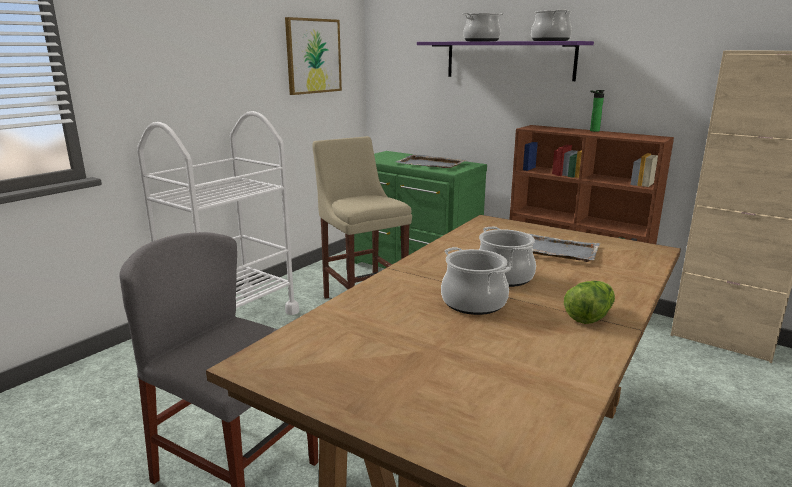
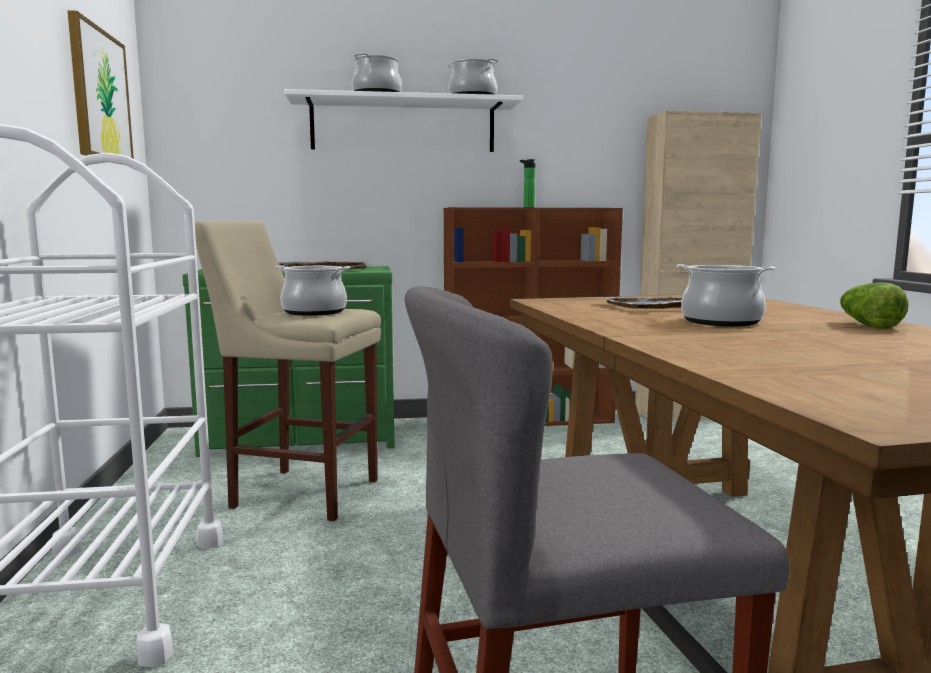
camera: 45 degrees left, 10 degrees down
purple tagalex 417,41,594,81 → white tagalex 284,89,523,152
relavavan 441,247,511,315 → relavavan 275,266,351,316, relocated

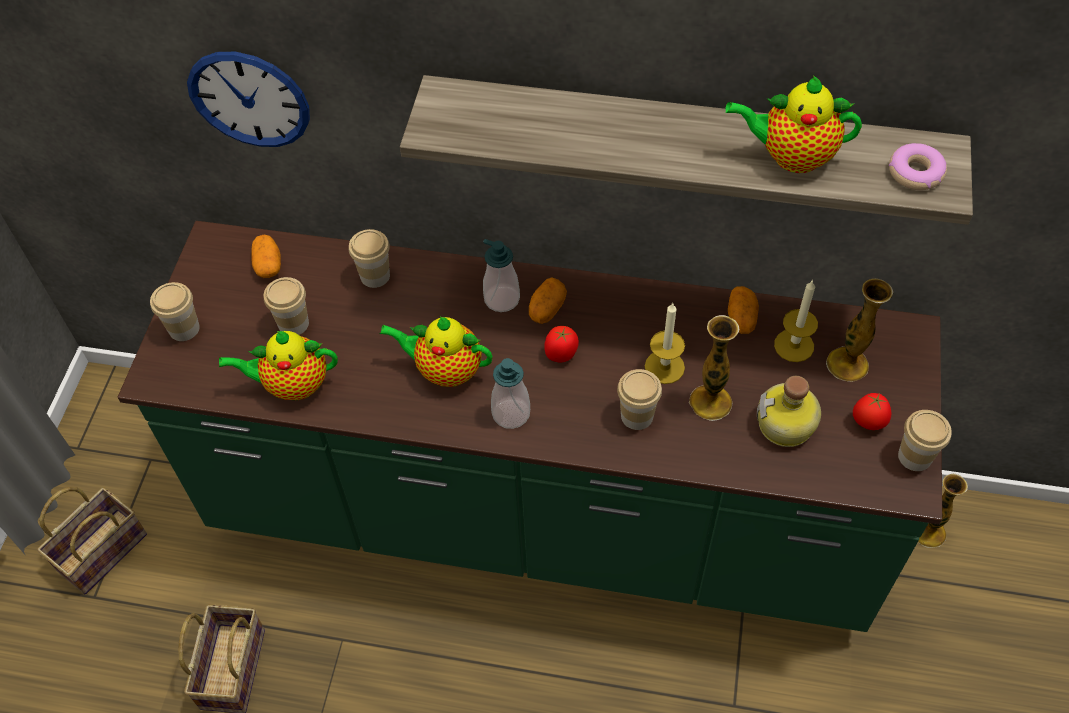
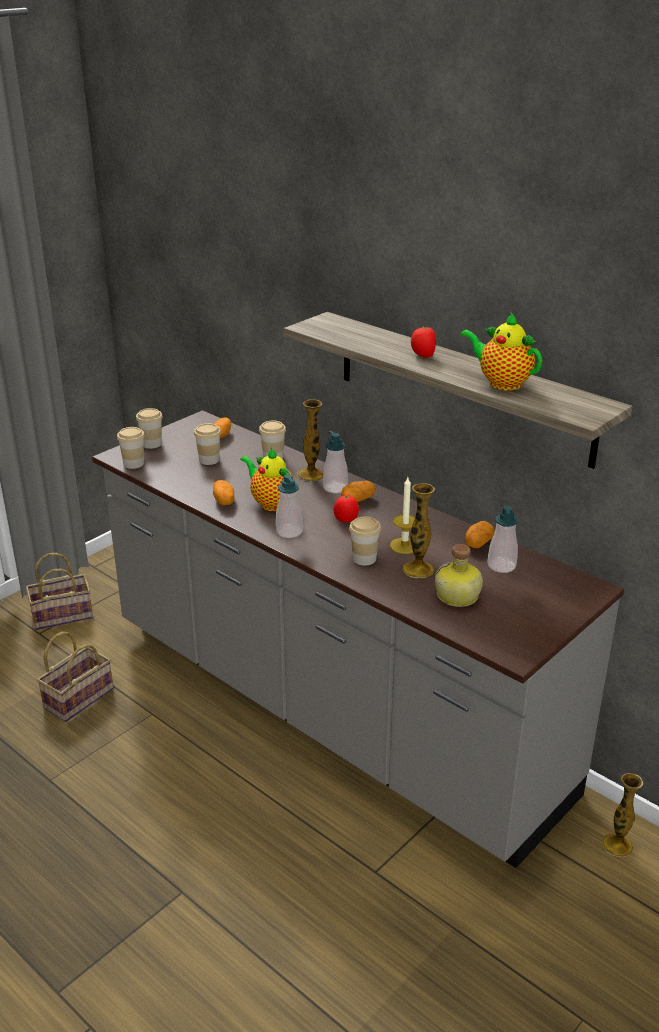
camera: 30 degrees right, 25 degrees down
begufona 187,52,310,147 → -
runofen 889,143,947,190 → -
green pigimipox 118,221,942,632 → grey pigimipox 92,410,624,868
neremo 826,278,893,382 → neremo 297,399,323,481, relocated
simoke 774,280,818,362 → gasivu 488,506,518,573
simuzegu 219,331,338,400 → -
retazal 853,393,891,430 → retazal 411,327,436,358, relocated
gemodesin 898,410,952,471 → gemodesin 117,427,145,469, relocated
- → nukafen 213,480,234,505

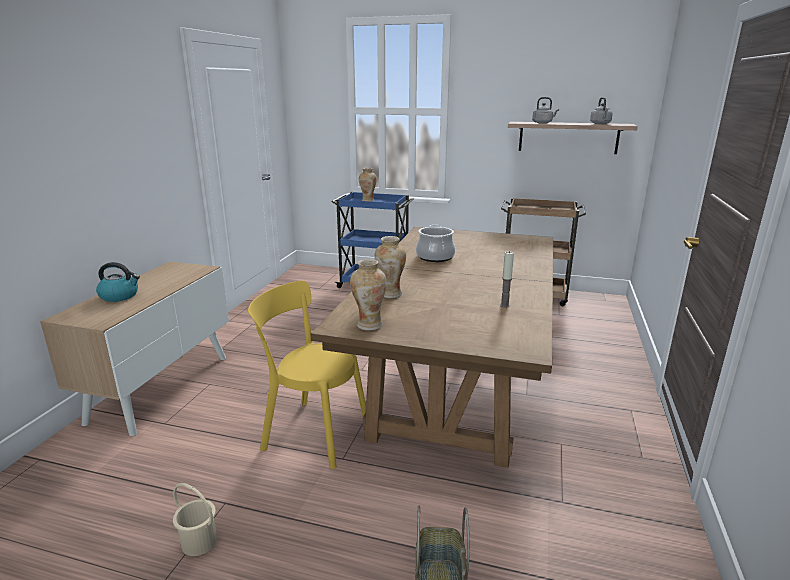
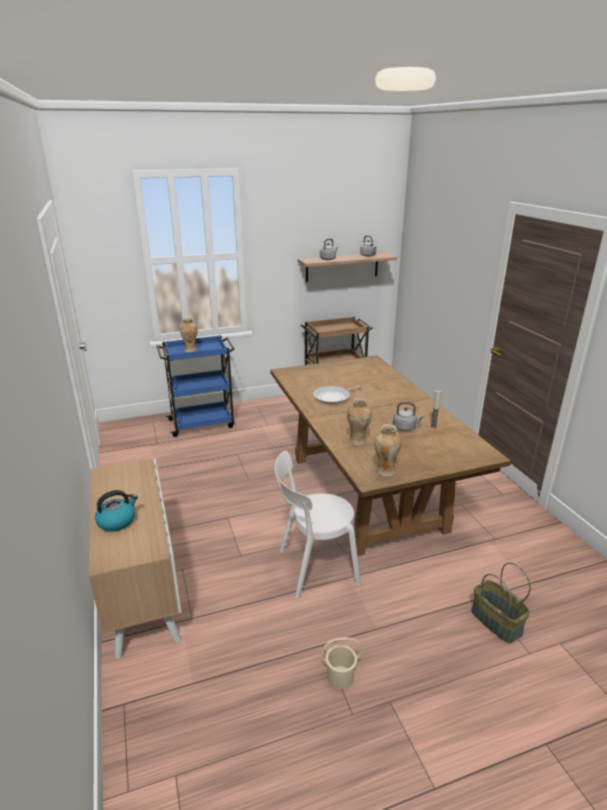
camera: 35 degrees left, 5 degrees up
relavavan 416,225,455,262 → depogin 313,385,362,404
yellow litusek 248,281,366,469 → white litusek 275,451,361,599
- → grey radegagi 393,402,425,431

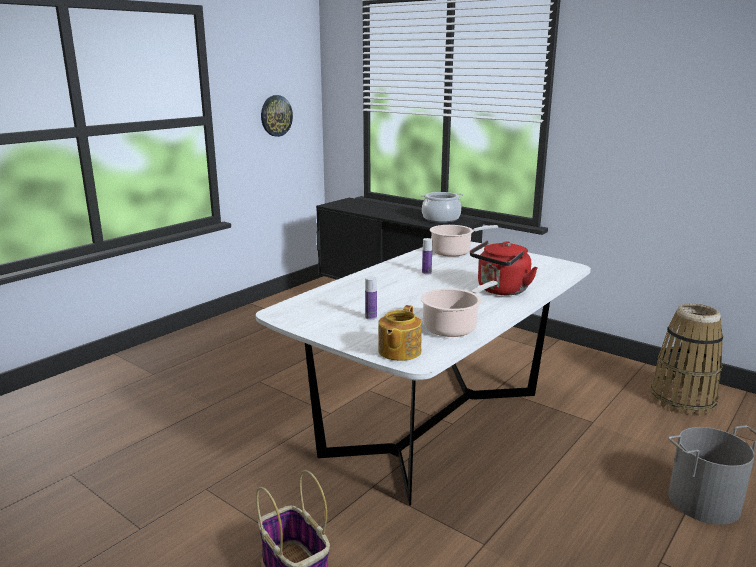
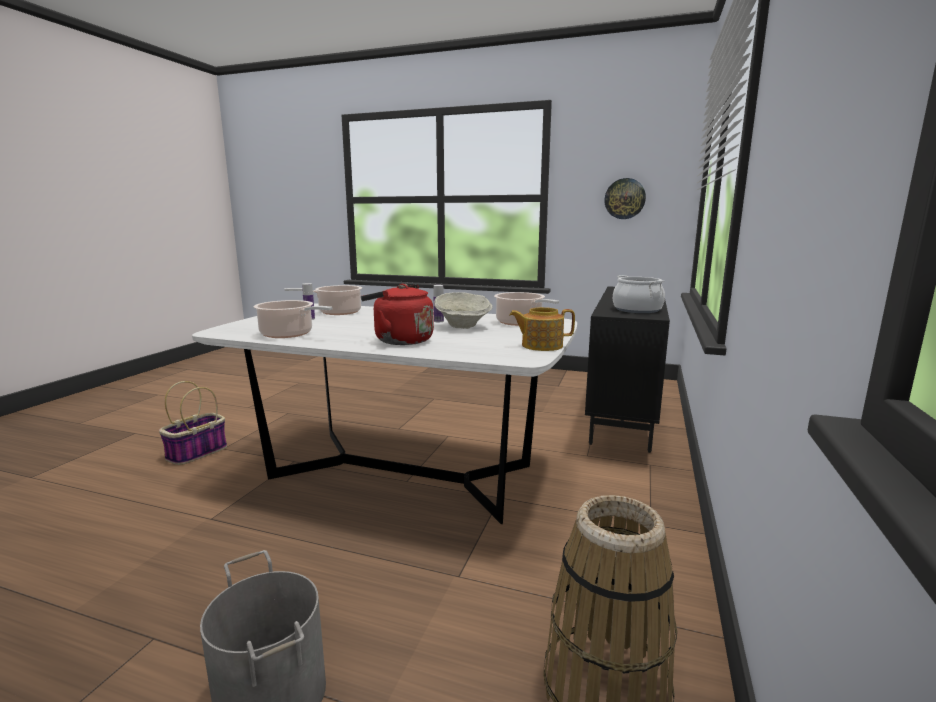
camera: 70 degrees right, 5 degrees down
simuzegu 378,305,422,361 → simuzegu 509,307,575,351, relocated
- → relavavan 284,285,362,315
- → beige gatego 434,292,493,329

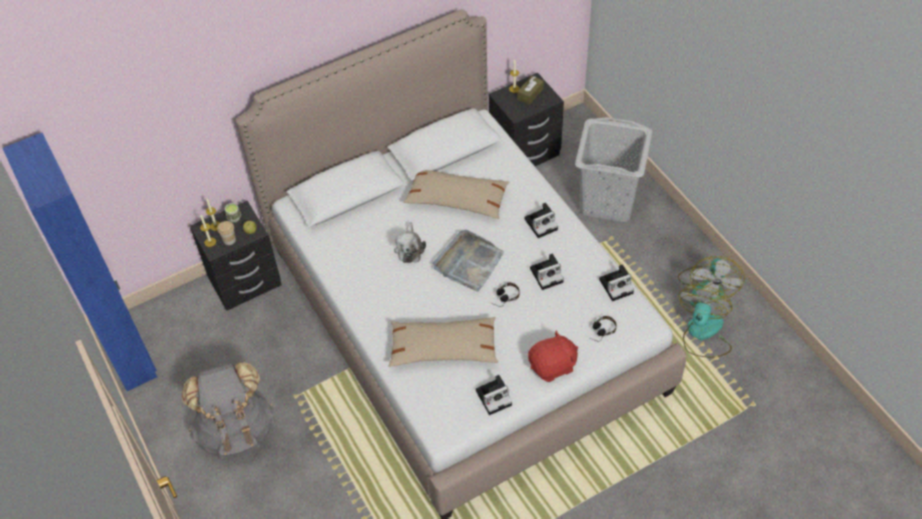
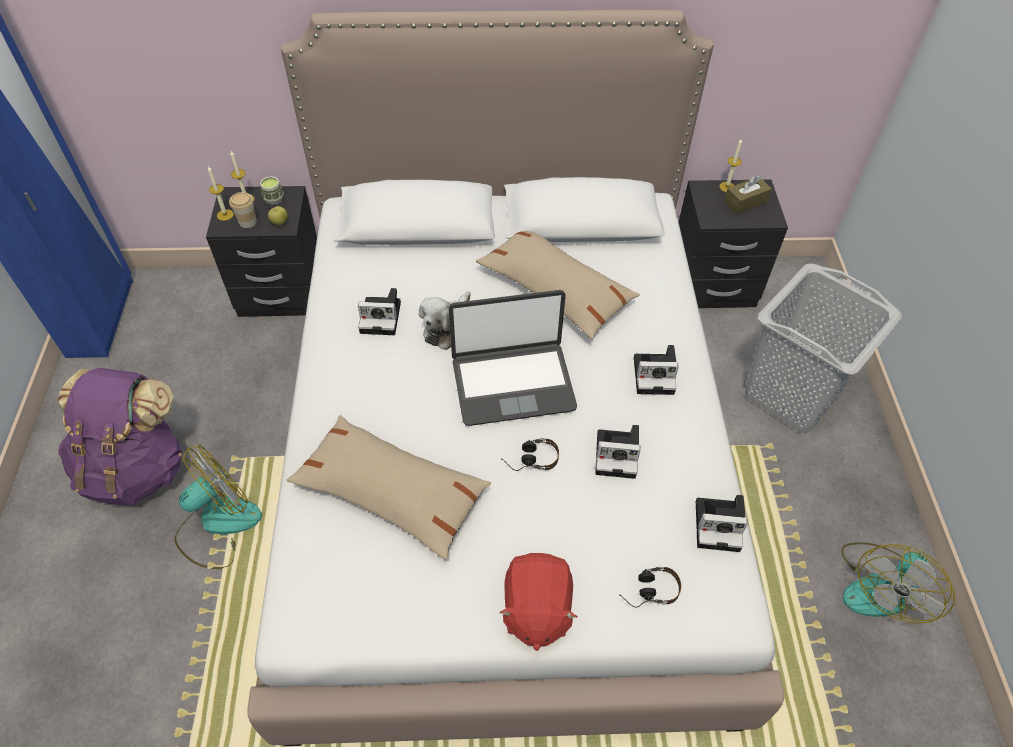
camera: 25 degrees right, 0 degrees up
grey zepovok 433,230,504,292 → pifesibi 449,290,577,426
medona 679,285,732,358 → medona 175,445,262,569, relocated
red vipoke 528,330,578,382 → red vipoke 499,553,577,651, 90 degrees clockwise
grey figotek 182,362,274,460 → purple figotek 56,368,183,506
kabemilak 476,375,512,415 → kabemilak 358,288,401,335, relocated

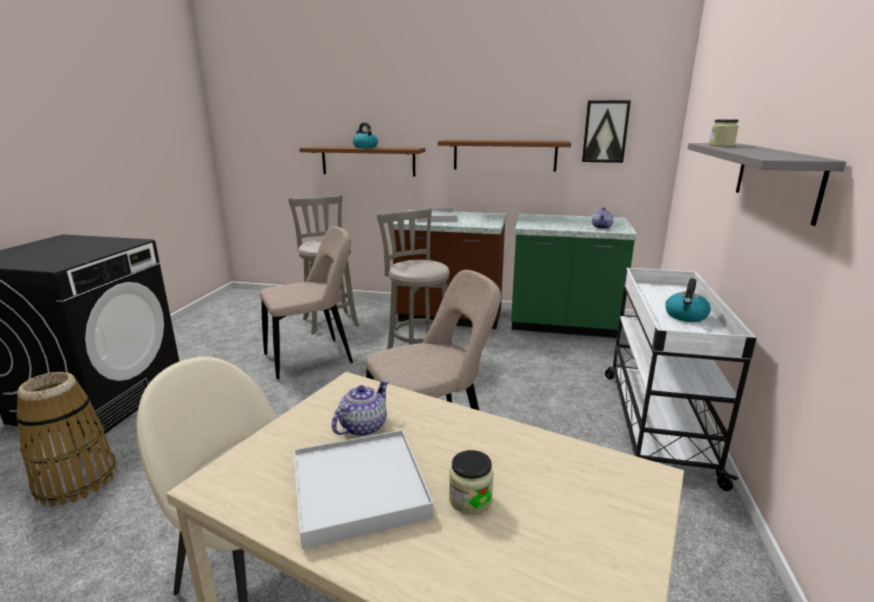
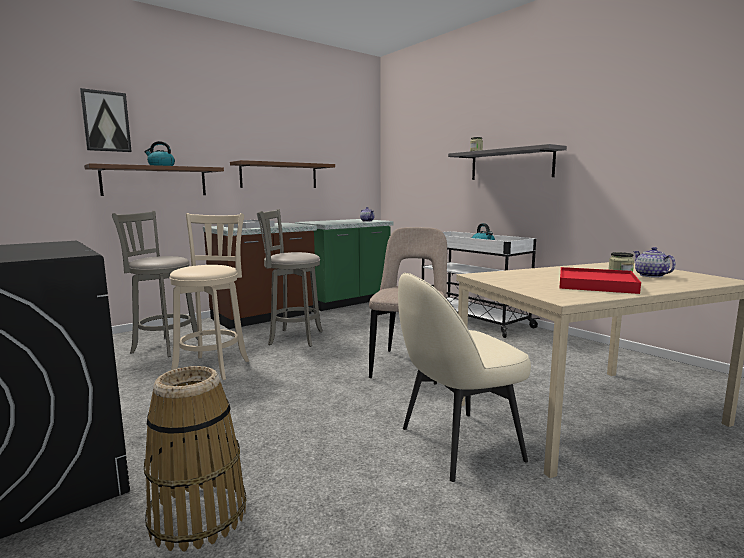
camera: 50 degrees left, 10 degrees down
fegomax 582,100,631,163 → fegomax 80,88,132,152, relocated
beige litusek 260,226,353,379 → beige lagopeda 169,213,249,380
simuzegu 332,380,389,436 → simuzegu 633,247,676,278, relocated
white zepovok 294,430,434,550 → red zepovok 559,267,641,294

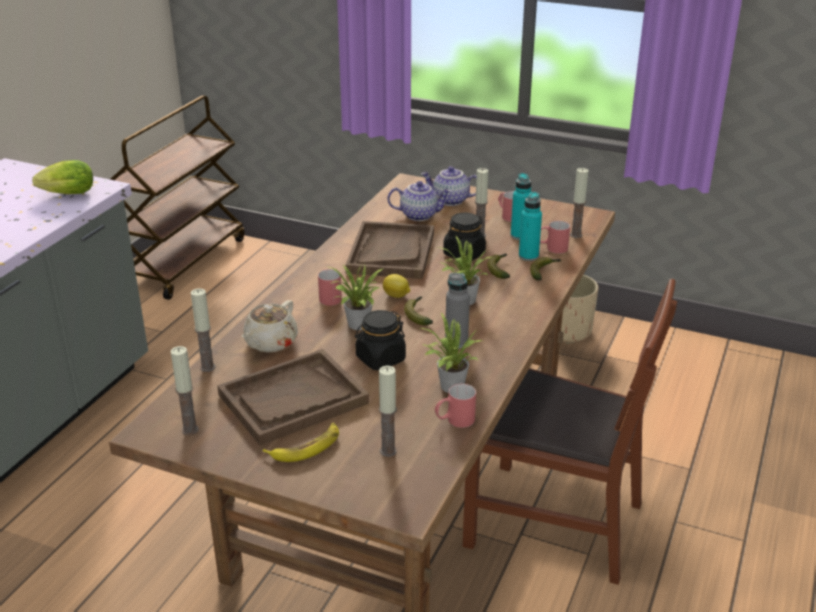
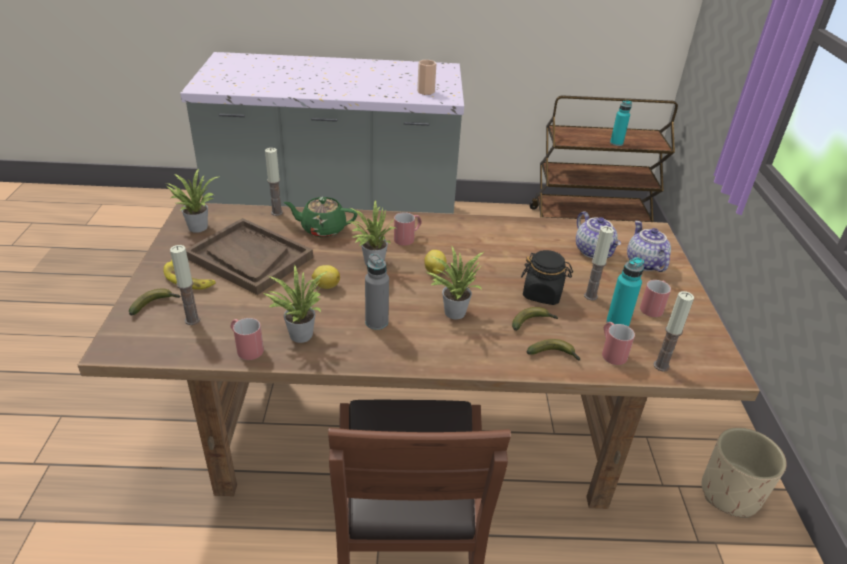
camera: 65 degrees right, 5 degrees up
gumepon 32,160,93,194 → gemodesin 417,60,436,95
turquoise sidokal 519,192,542,261 → turquoise sidokal 610,101,632,146, relocated
brown zepovok 345,221,434,279 → -
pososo 404,297,433,325 → pososo 129,289,181,316, relocated
beige simuzegu 242,300,298,352 → green simuzegu 284,197,357,237
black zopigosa 355,310,406,370 → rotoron 312,265,340,289
simoke 171,346,199,435 → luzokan 166,169,220,233

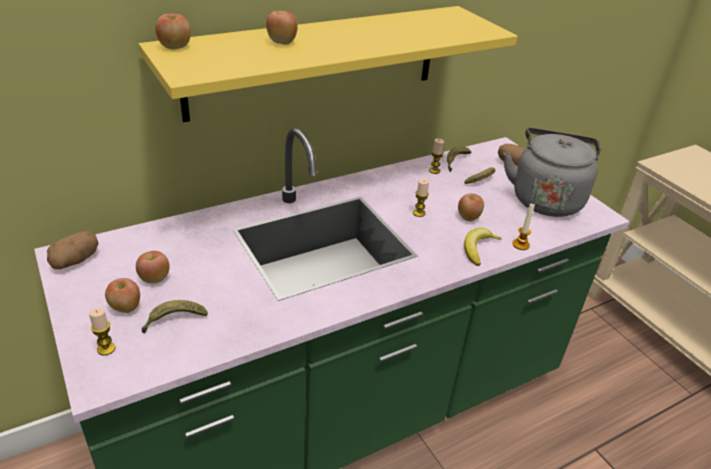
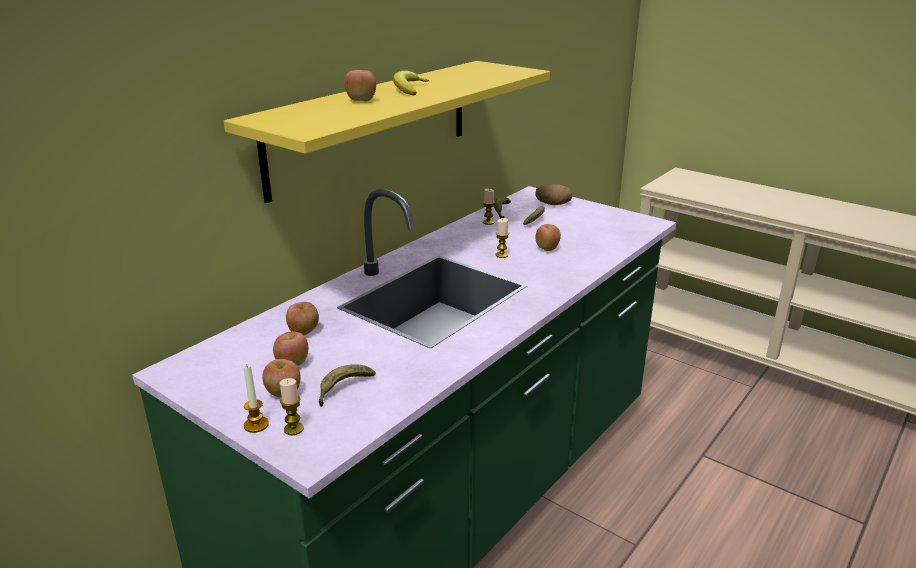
camera: 20 degrees left, 10 degrees down
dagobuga 155,14,191,50 → dagobuga 286,302,319,335, relocated
grey radegagi 504,128,601,217 → -
simoke 512,203,535,250 → simoke 244,365,269,433, relocated
pososo 464,228,502,266 → pososo 393,71,429,96, relocated
nukafen 47,231,98,269 → -

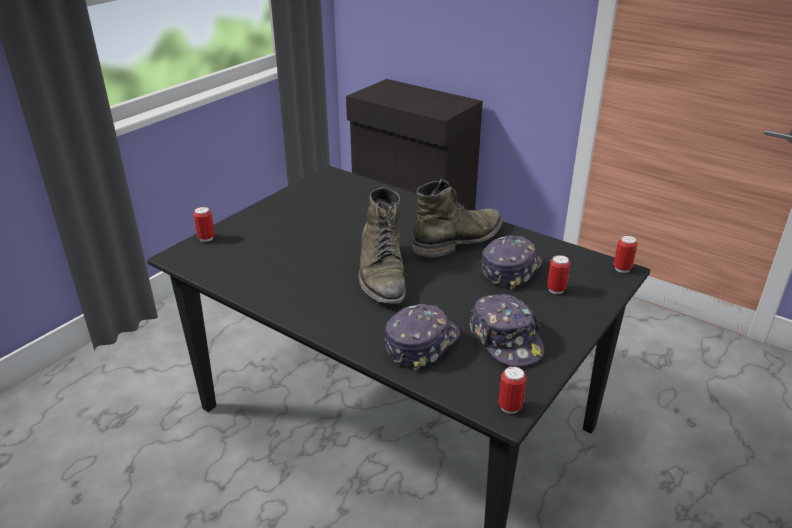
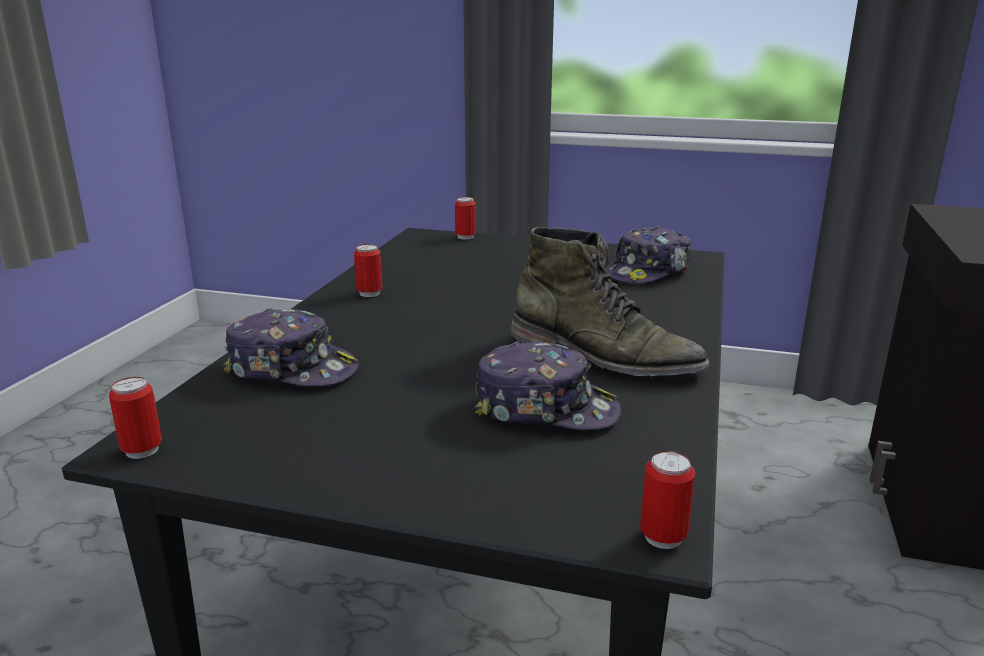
camera: 70 degrees right, 10 degrees down
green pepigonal 359,188,406,304 → -
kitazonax 547,255,570,294 → kitazonax 354,244,382,297, relocated
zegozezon 469,294,545,367 → zegozezon 605,226,692,284, relocated

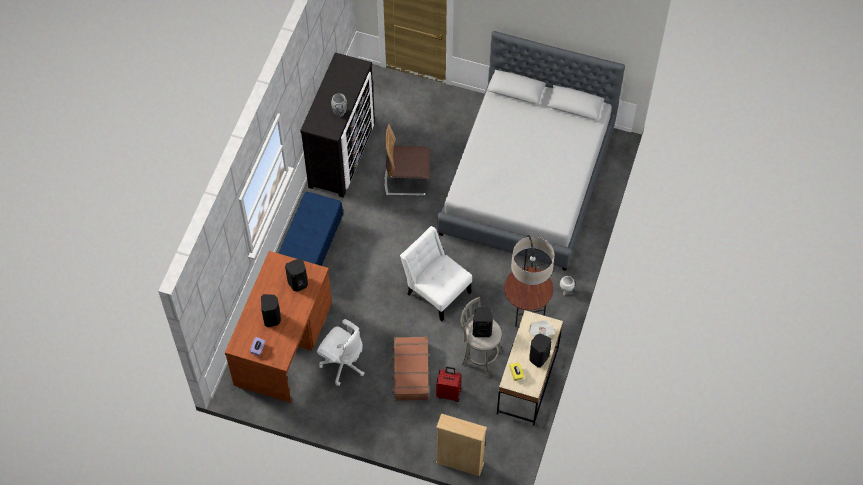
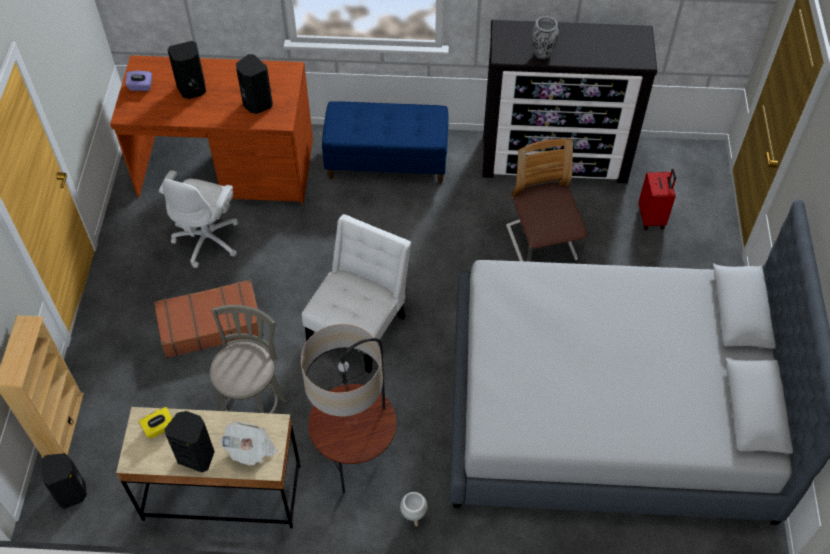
camera: 75 degrees right, 5 degrees down
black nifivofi 473,307,493,337 → black nifivofi 42,453,87,509, relocated
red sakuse 436,367,462,402 → red sakuse 639,169,676,230, relocated

